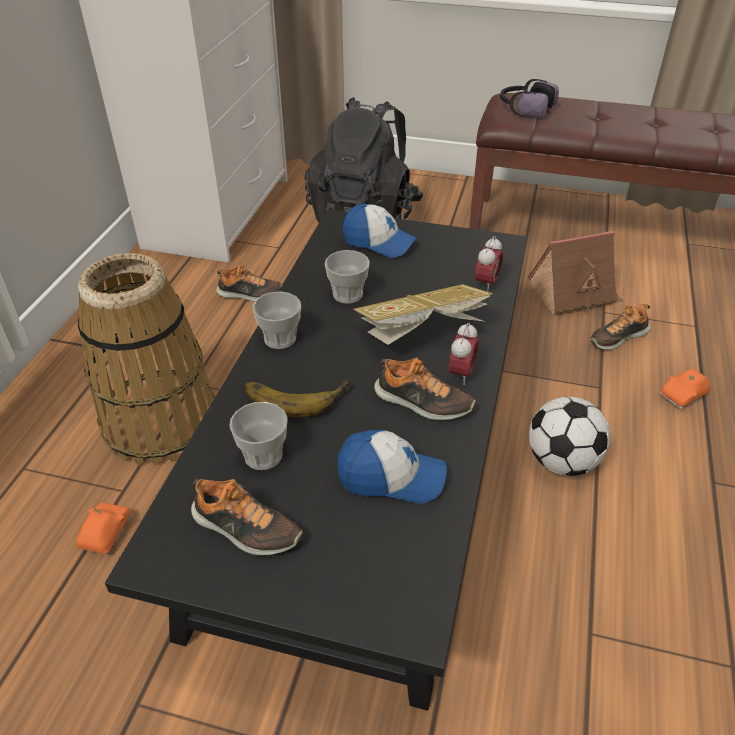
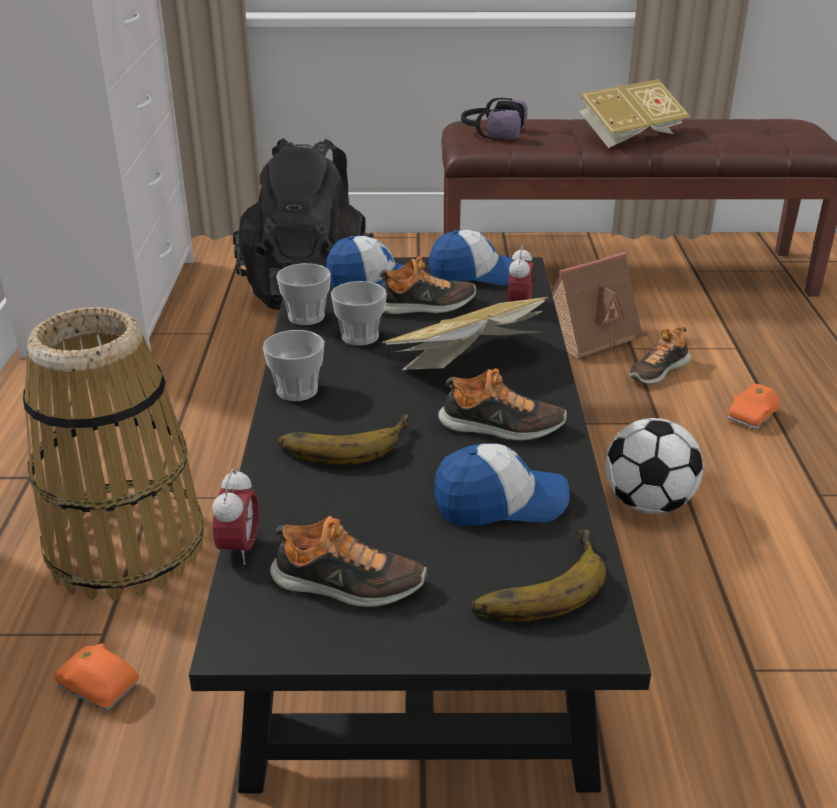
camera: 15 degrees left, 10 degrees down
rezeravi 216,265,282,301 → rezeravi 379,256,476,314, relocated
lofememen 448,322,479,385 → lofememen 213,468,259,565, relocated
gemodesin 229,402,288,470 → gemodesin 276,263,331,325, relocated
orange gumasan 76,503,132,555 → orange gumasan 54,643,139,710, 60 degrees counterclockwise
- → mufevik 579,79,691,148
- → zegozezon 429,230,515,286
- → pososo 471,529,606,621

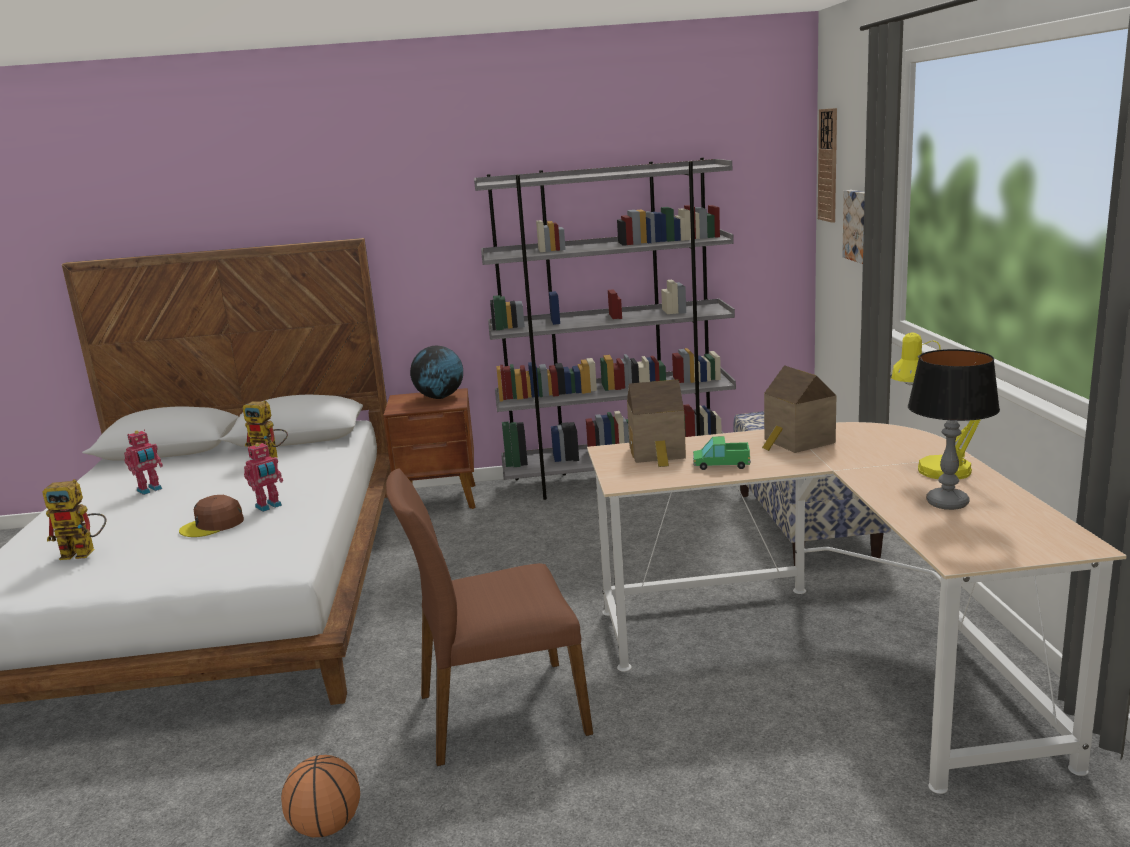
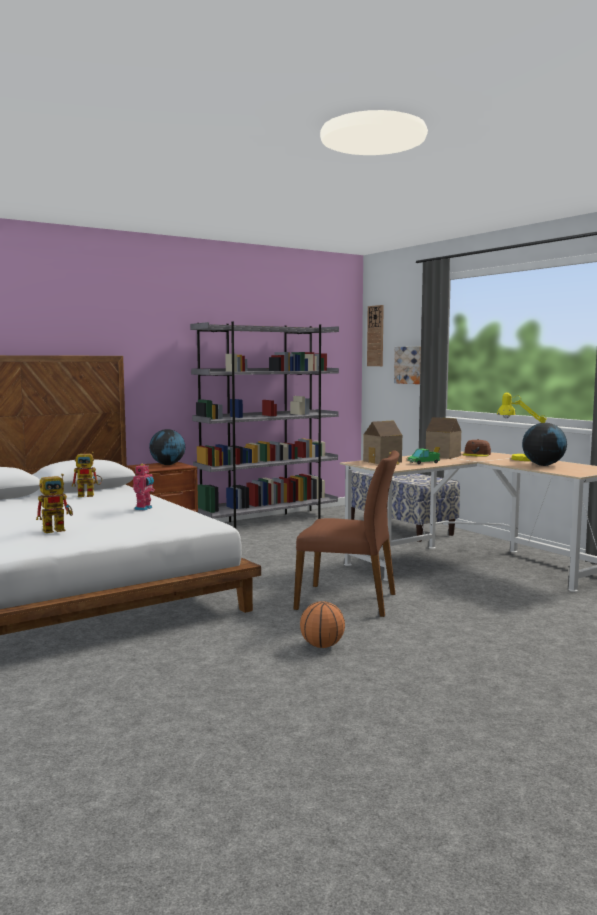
camera: 30 degrees left, 10 degrees down
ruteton 908,349,1000,510 → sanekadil 522,423,567,466
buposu 124,429,163,495 → -
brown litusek 386,468,593,766 → brown litusek 293,450,400,617, 120 degrees counterclockwise
brown zegozezon 179,495,244,537 → brown zegozezon 463,439,491,457, relocated

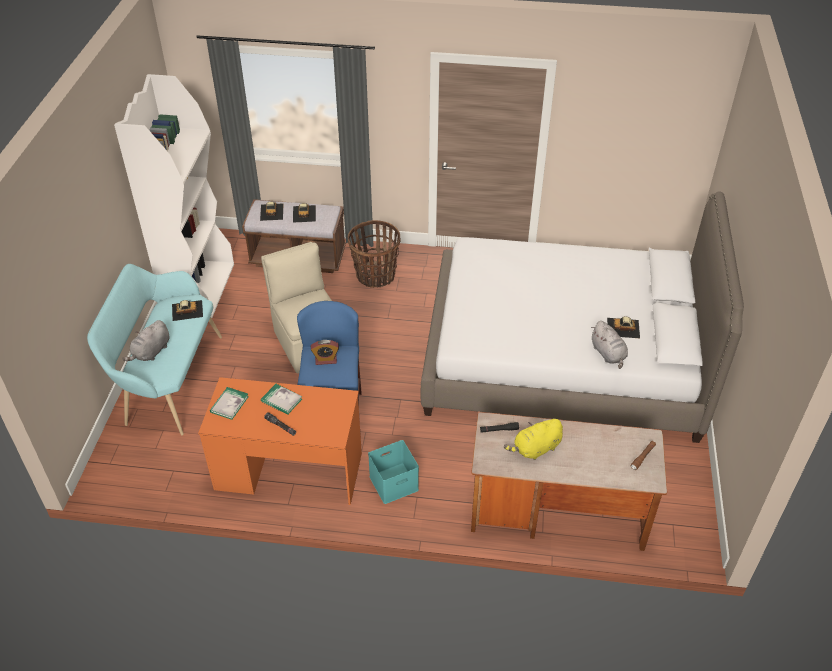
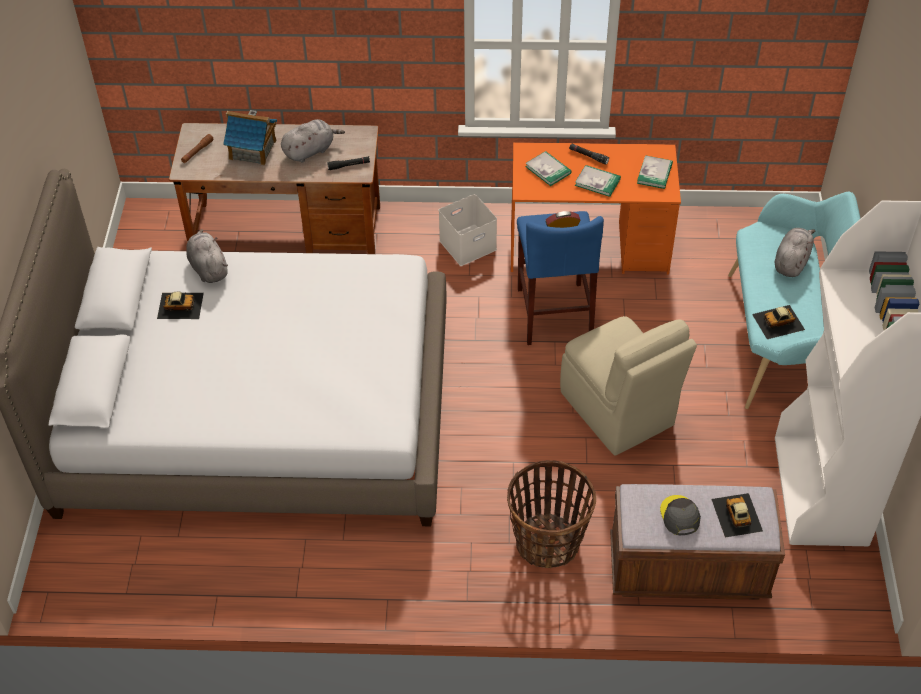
camera: 175 degrees right, 5 degrees up
gumasan 293,203,316,223 → grey zegozezon 660,495,701,535
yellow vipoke 504,418,563,460 → grey vipoke 281,119,345,163
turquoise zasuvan 368,440,419,504 → white zasuvan 439,194,497,266
- → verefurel 223,110,277,165
- → mufevik 525,151,572,186

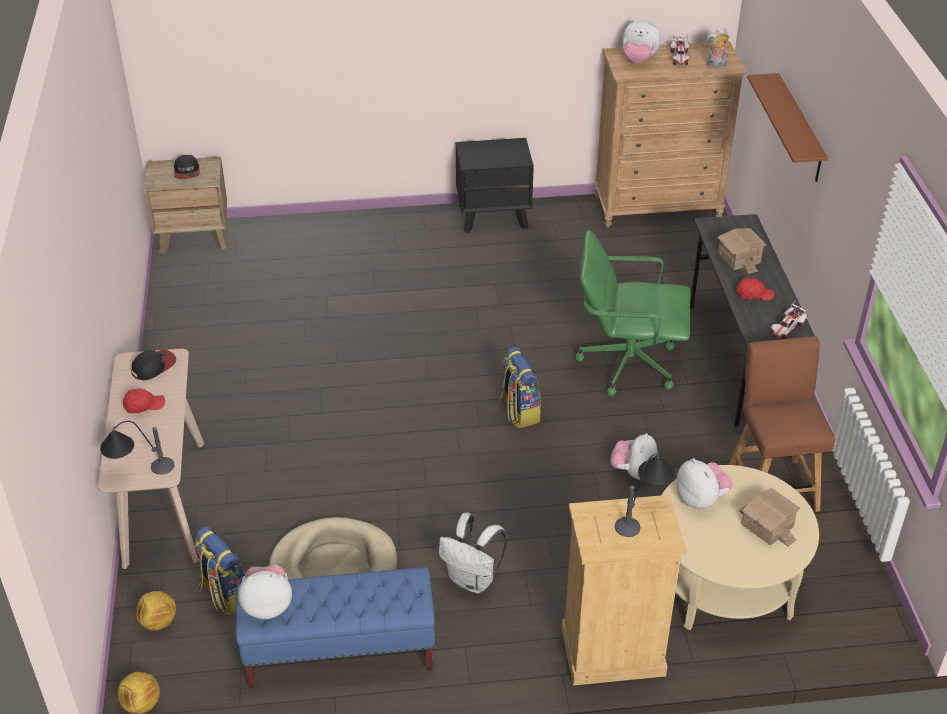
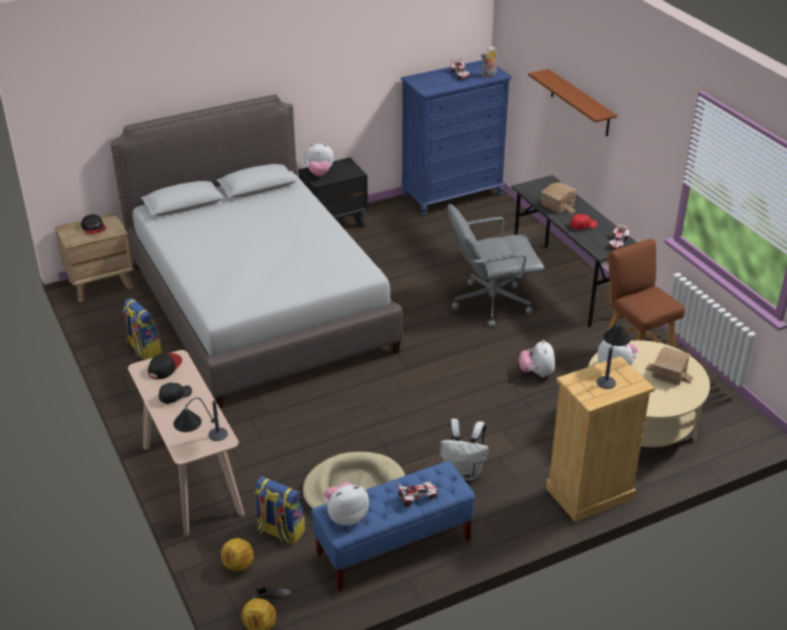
camera: 20 degrees left, 5 degrees down
vipoke 623,19,661,64 → vipoke 304,143,334,176, relocated
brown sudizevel 594,41,746,228 → blue sudizevel 401,60,512,216
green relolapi 575,230,691,396 → grey relolapi 448,204,544,327
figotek 499,347,541,428 → figotek 123,298,162,360, relocated
red zegozezon 123,388,165,413 → black zegozezon 158,382,192,404
- → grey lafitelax 110,94,403,408
- → gumasan 396,482,439,507
- → grey rezeravi 253,585,292,602

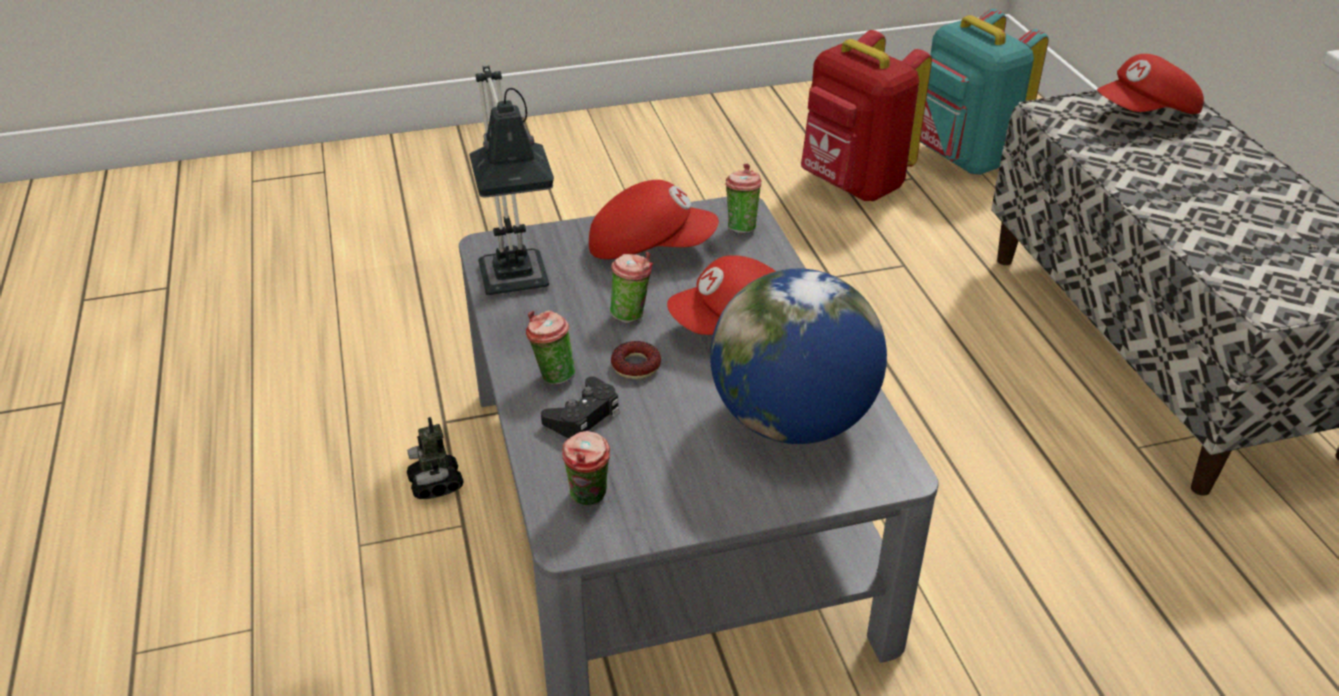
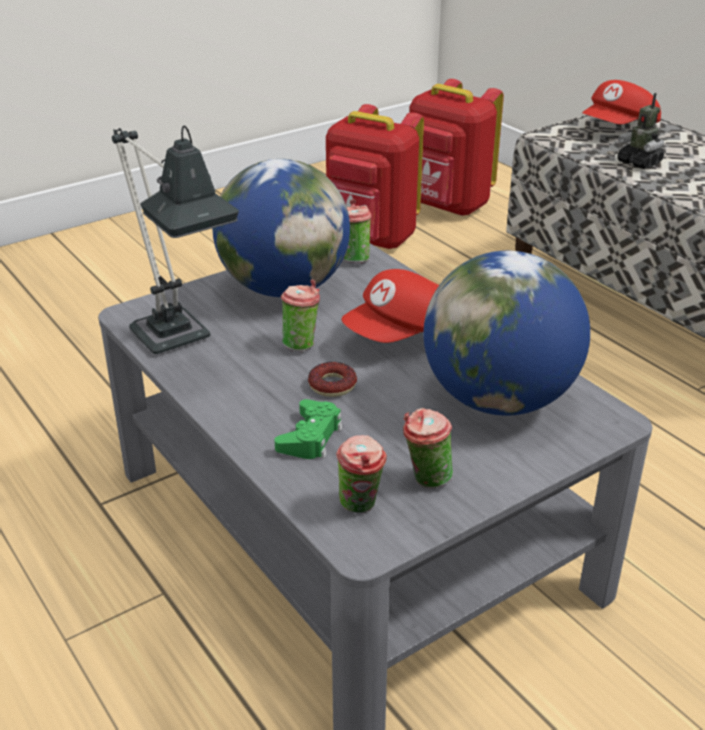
camera: 20 degrees left, 5 degrees down
turquoise figotek 920,9,1049,175 → red figotek 409,79,504,216
red zegozezon 589,180,719,259 → sanekadil 213,159,350,297
gemodesin 526,310,575,385 → gemodesin 403,408,453,489, relocated
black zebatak 541,376,619,438 → green zebatak 274,399,343,459
buposu 407,417,464,499 → buposu 618,93,664,169, relocated

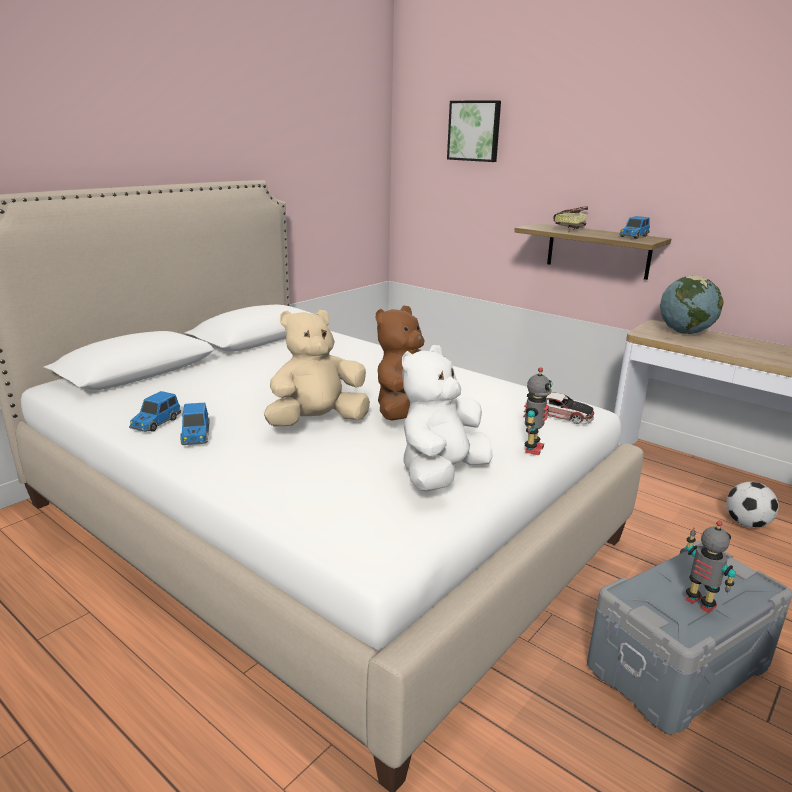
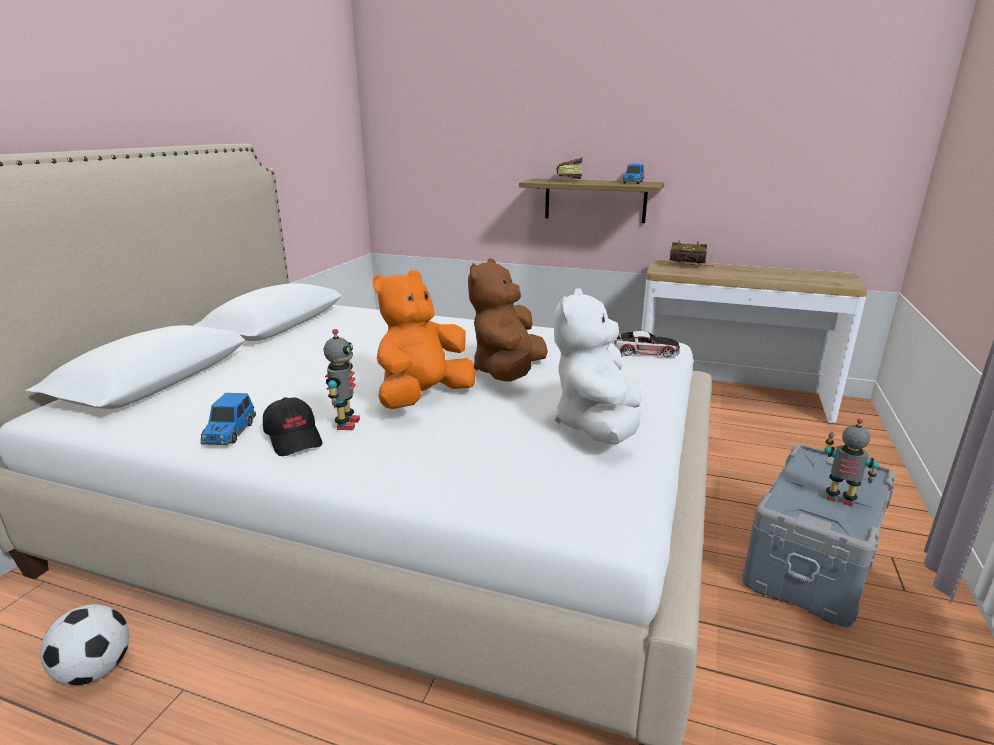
camera: 20 degrees left, 0 degrees up
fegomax 447,100,501,162 → -
sanekadil 660,275,724,334 → mufevik 670,241,714,267
beige vipoke 264,310,370,426 → orange vipoke 373,270,476,409
buposu 523,367,552,455 → buposu 323,329,360,430, relocated
gumasan 180,403,210,445 → black zegozezon 263,397,323,456
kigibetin 726,482,779,528 → kigibetin 40,604,129,685, relocated

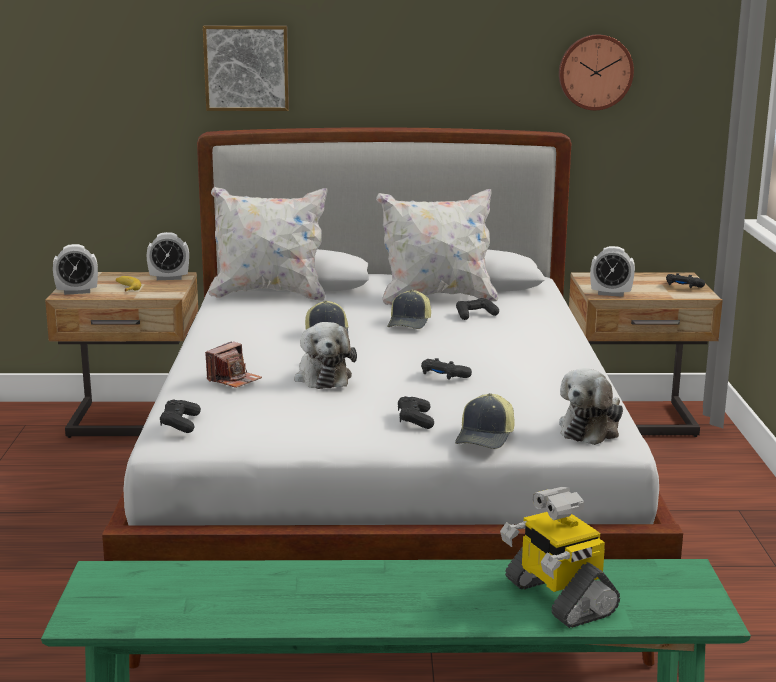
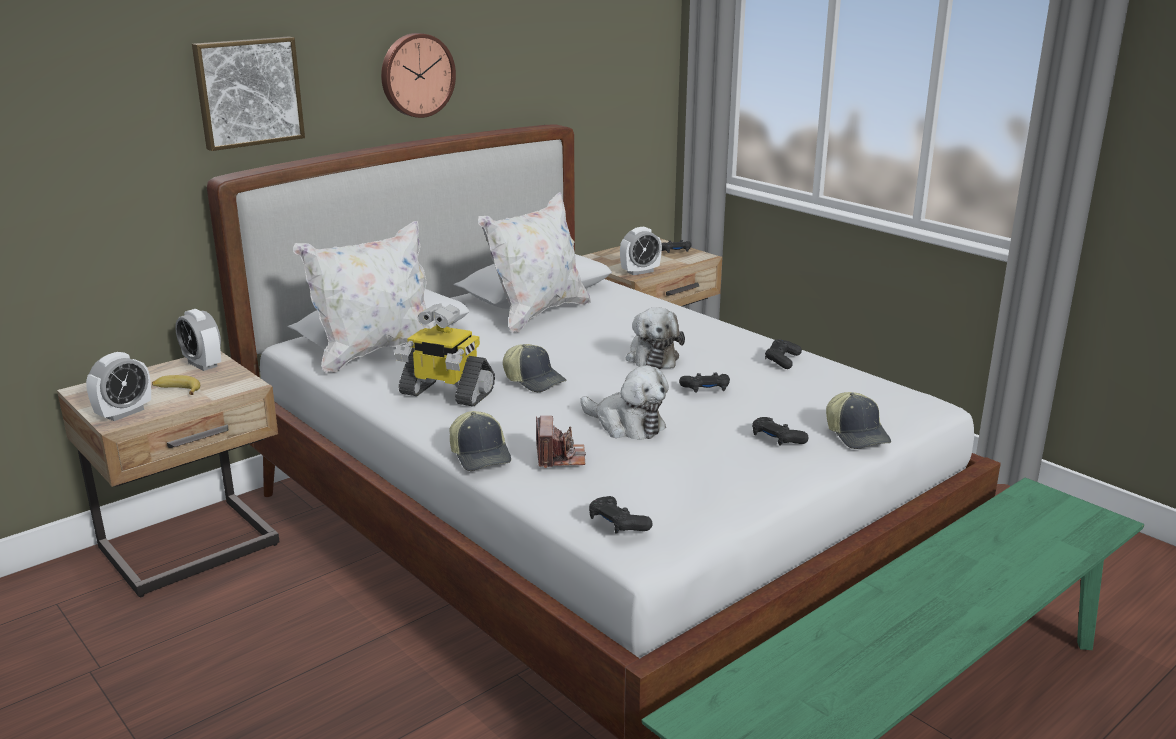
camera: 40 degrees left, 5 degrees up
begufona 559,34,634,110 → begufona 381,33,456,118, relocated
lofememen 147,232,189,280 → lofememen 175,309,221,371, 90 degrees clockwise
zegozezon 387,290,431,329 → zegozezon 449,411,511,471, relocated
black zebatak 456,298,499,320 → black zebatak 765,339,802,369, relocated
vipoke 559,368,623,445 → vipoke 626,307,685,369, relocated
buposu 500,487,620,628 → buposu 395,303,495,407, relocated

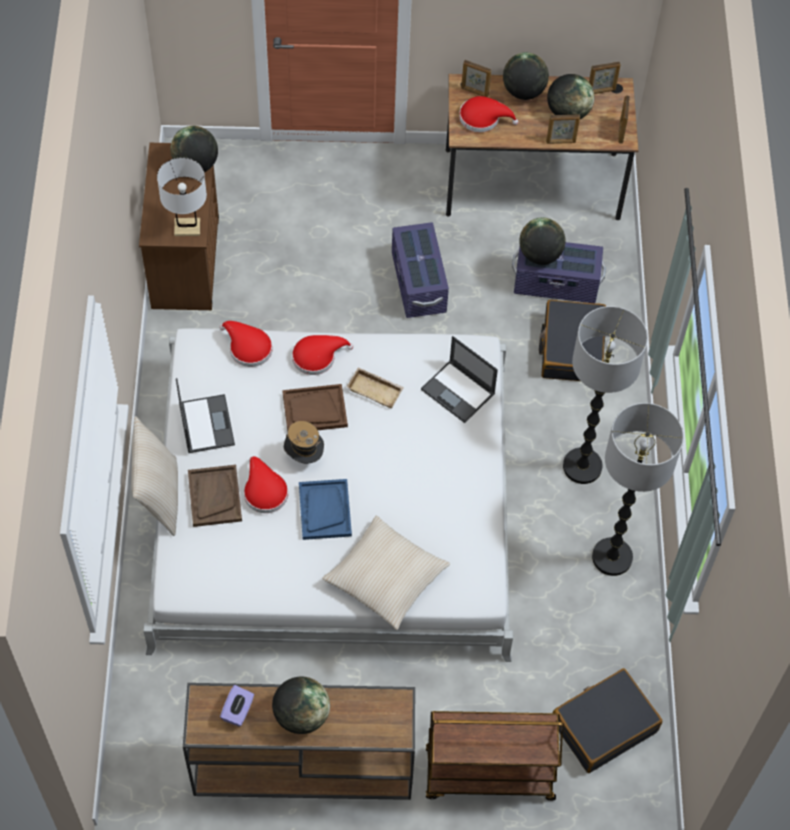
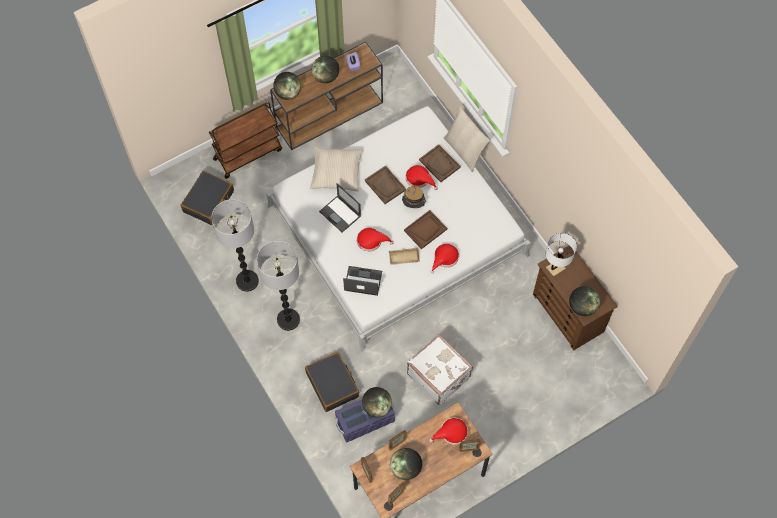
camera: 150 degrees right, 5 degrees up
sanekadil 503,52,549,100 → sanekadil 273,72,301,100, relocated
purple zasuvan 392,222,449,318 → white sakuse 407,334,473,405
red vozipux 219,321,272,367 → red vozipux 357,228,393,251, relocated
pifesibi 176,378,235,453 → pifesibi 319,183,361,232, relocated
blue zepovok 299,479,352,540 → brown zepovok 365,166,406,204

